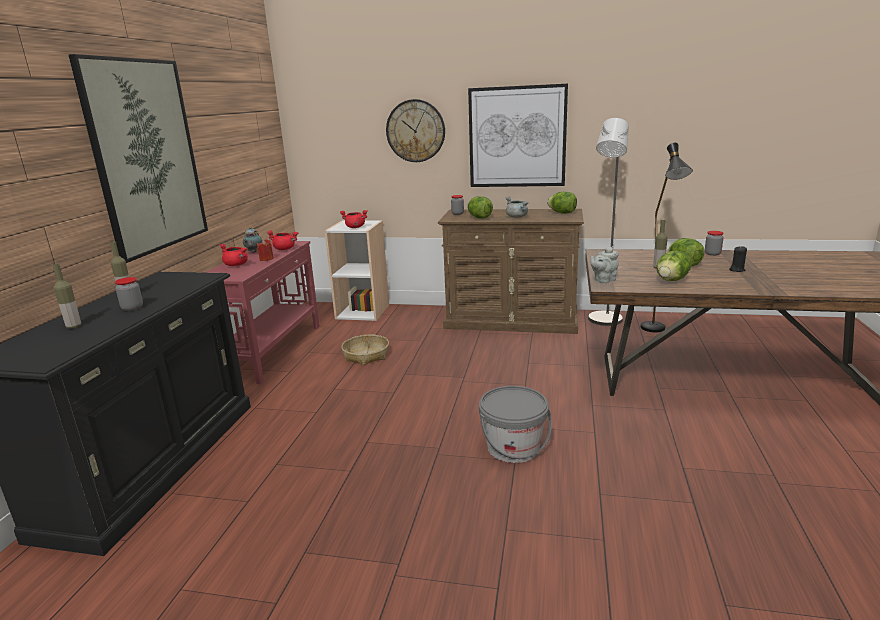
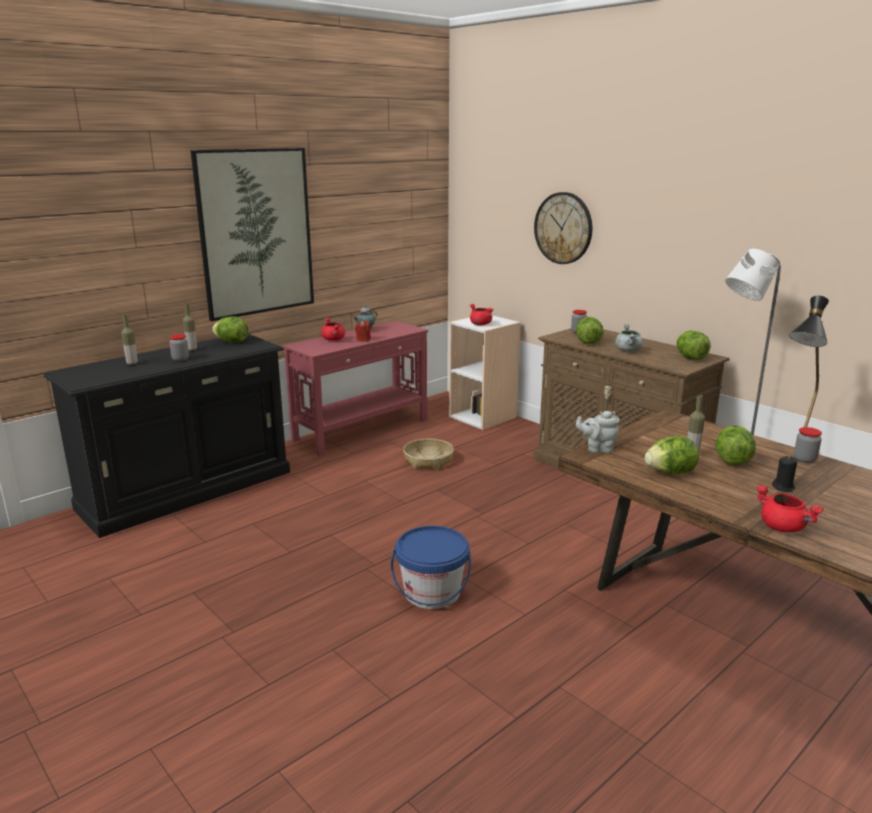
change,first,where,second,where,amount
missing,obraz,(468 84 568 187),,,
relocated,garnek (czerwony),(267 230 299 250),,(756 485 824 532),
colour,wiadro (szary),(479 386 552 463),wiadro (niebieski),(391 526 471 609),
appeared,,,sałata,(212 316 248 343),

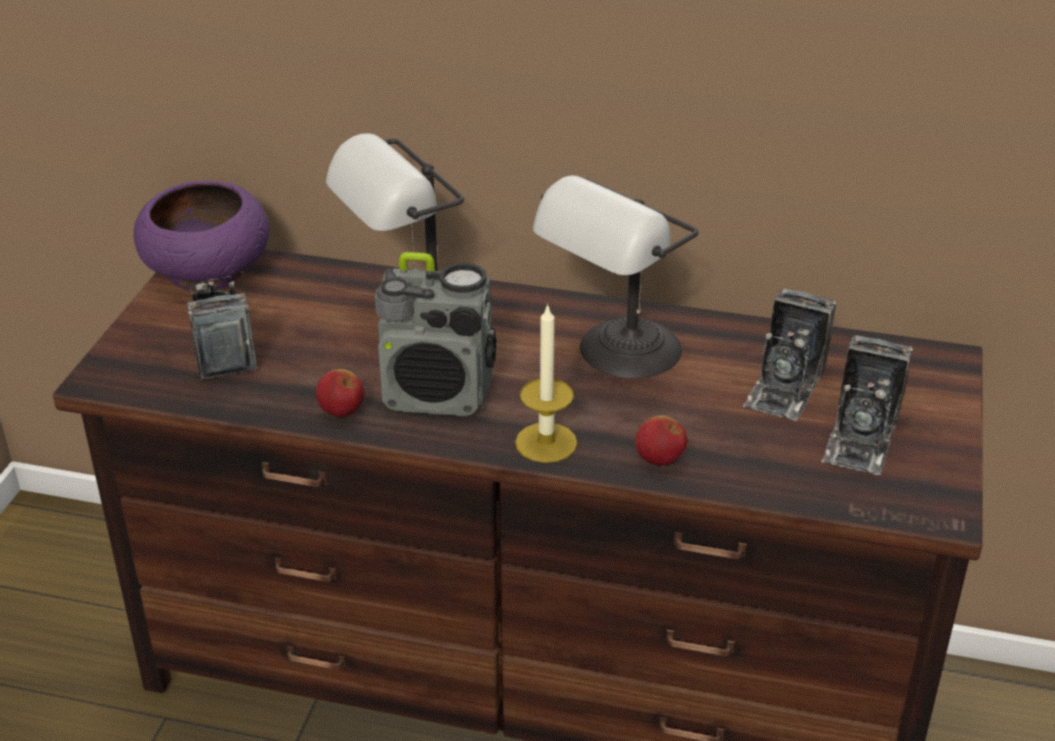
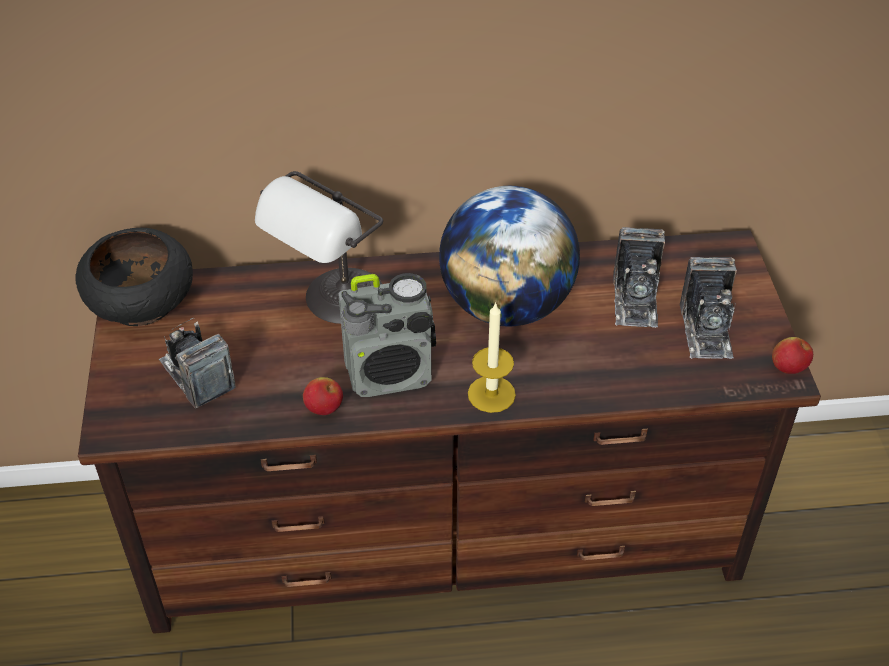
change,first,where,second,where,amount
exchanged,lampa stołowa,(533 176 699 379),globus,(439 186 580 326),
colour,miska (fioletowy),(134 181 269 290),miska (czarny),(75 228 193 326),
relocated,jabłko,(635 416 688 466),,(772 337 813 374),

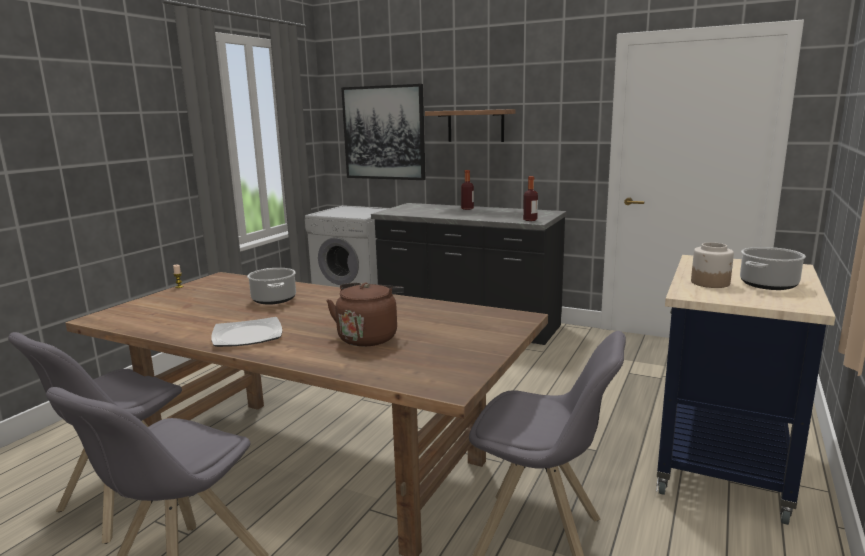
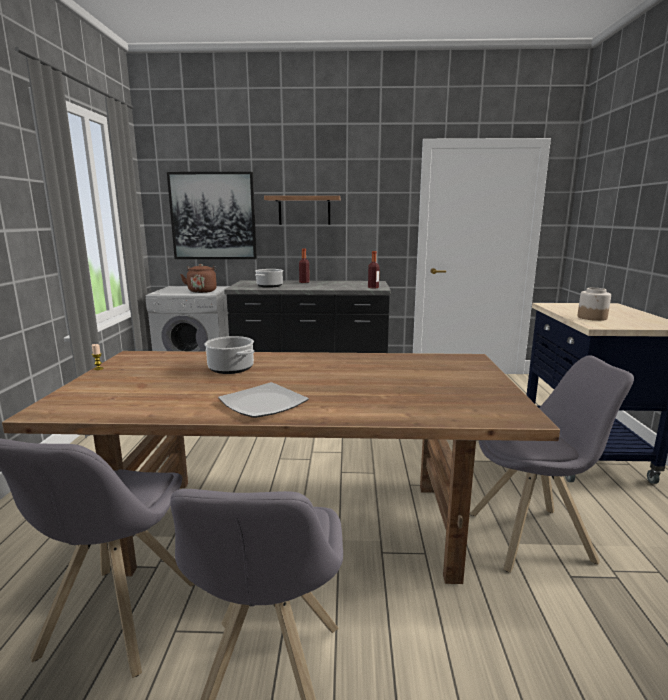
change,first,where,second,where,amount
relocated,garnek,(740 247 806 290),,(255 269 283 288),
relocated,czajnik (brązowy),(326 283 404 347),,(180 264 217 293),

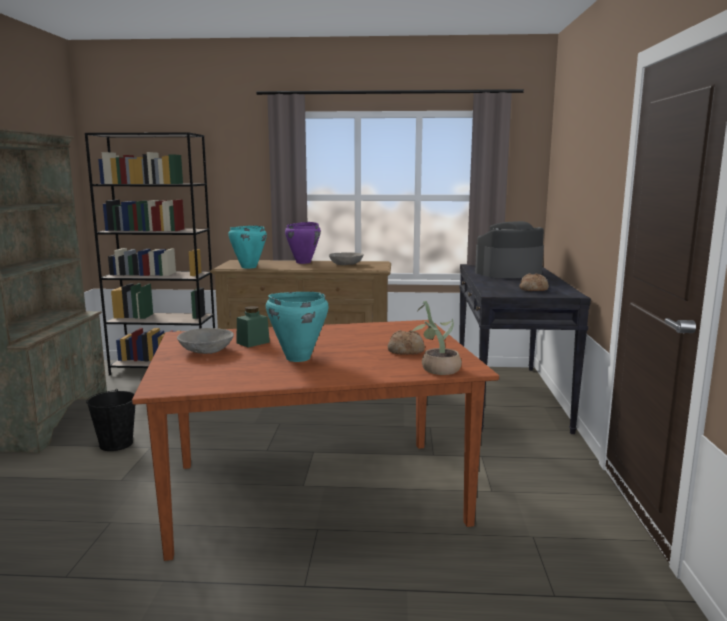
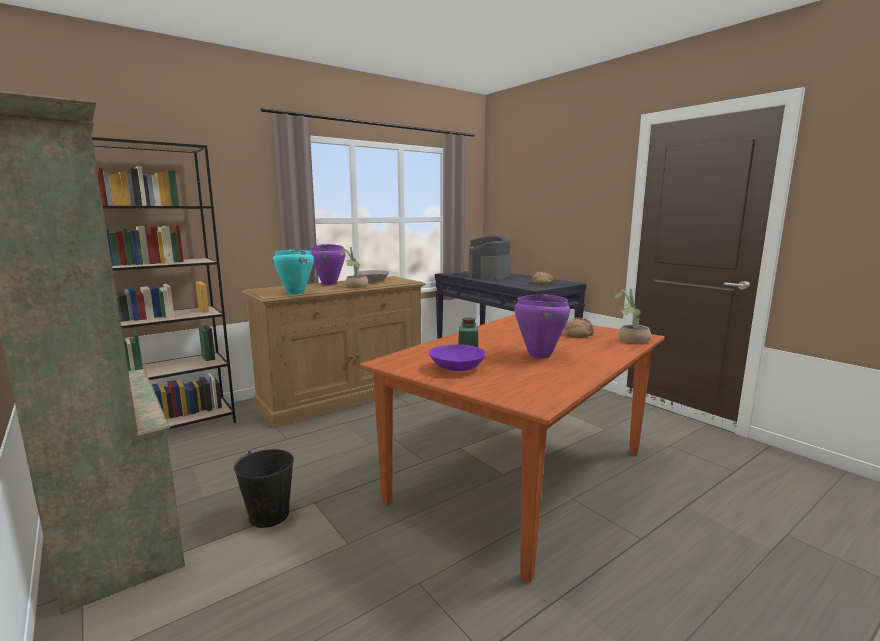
change,first,where,second,where,amount
colour,garnek (turkusowy),(266 292 329 362),garnek (fioletowy),(514 294 570 359),
colour,miska (szary),(177 328 234 354),miska (fioletowy),(429 344 486 371),
appeared,,,roślina doniczkowa,(340 247 368 288),

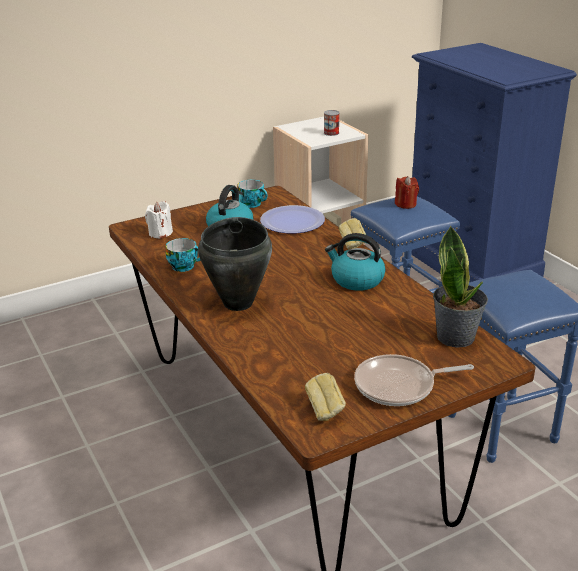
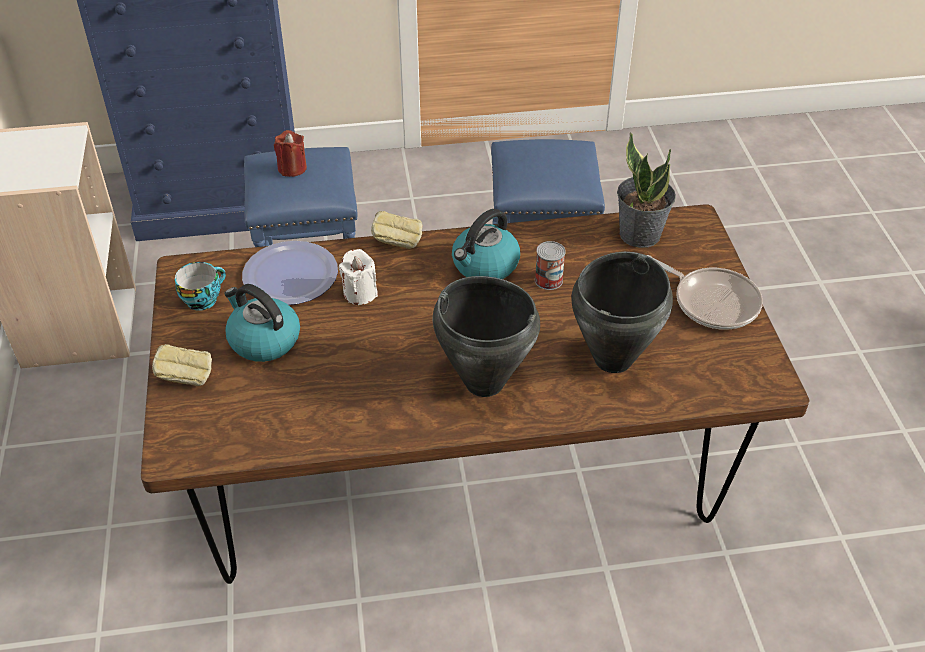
change,first,where,second,where,amount
relocated,puszka,(324 110 340 136),,(535 241 566 290),
relocated,świeca (biały),(145 201 173 239),,(339 249 378 305),
missing,filiżanka,(165 238 201 272),,,
spun,patelnia,(354 354 474 406),,(646 255 763 330),60 degrees counterclockwise
relocated,chleb,(305 373 346 421),,(152 344 212 386),
appeared,,,garnek (czarny),(571 252 673 373),

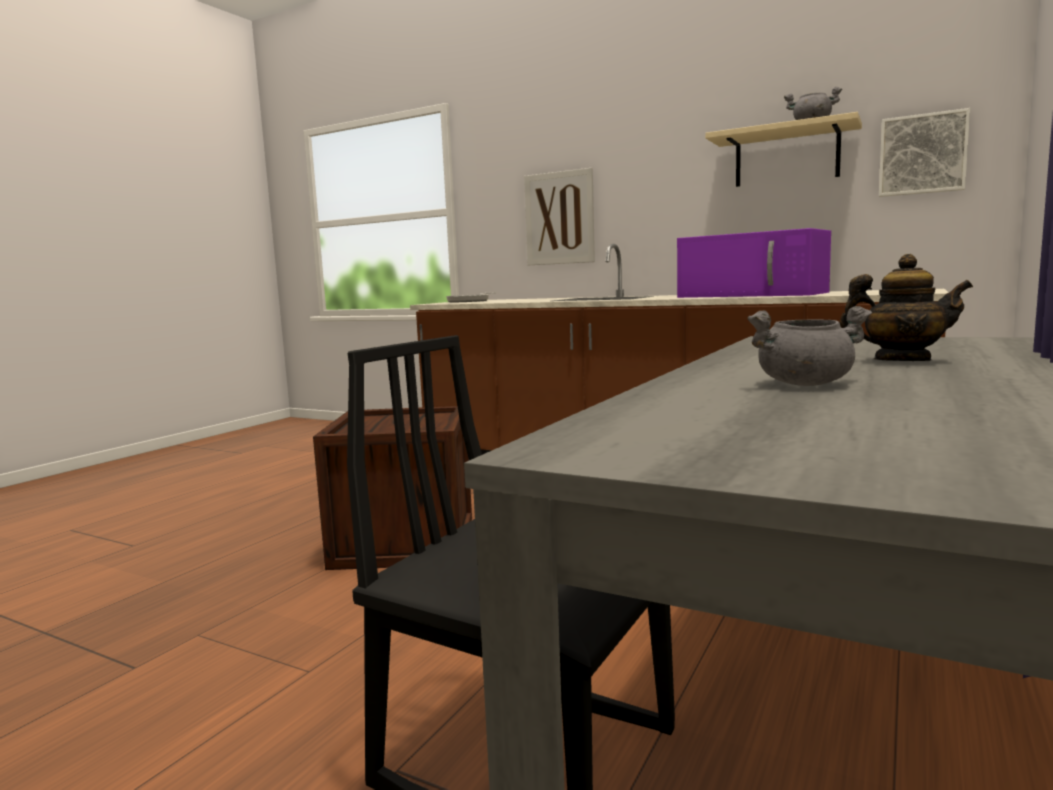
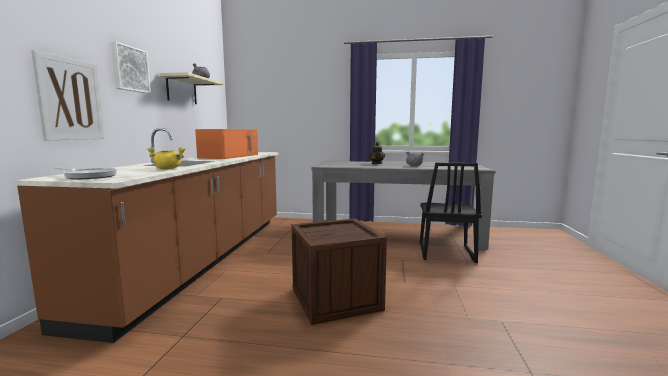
change,first,where,second,where,amount
relocated,obraz,(879 108 970 197),,(111 41 151 93),
colour,mikrofalówka (fioletowy),(677 228 831 298),mikrofalówka (pomarańczowy),(195 129 258 159),
appeared,,,garnek (żółty),(147 147 186 169),

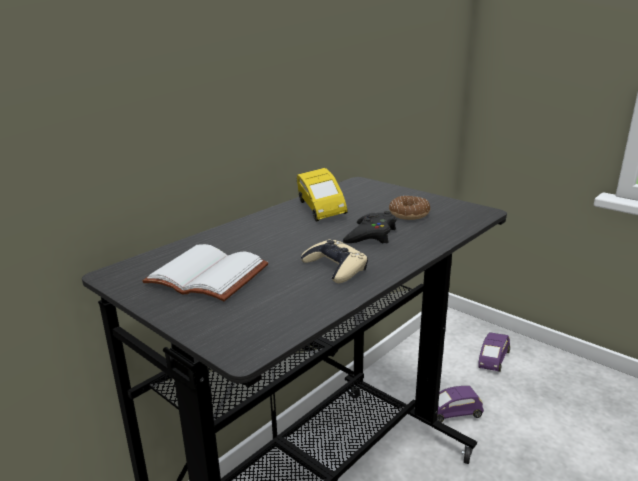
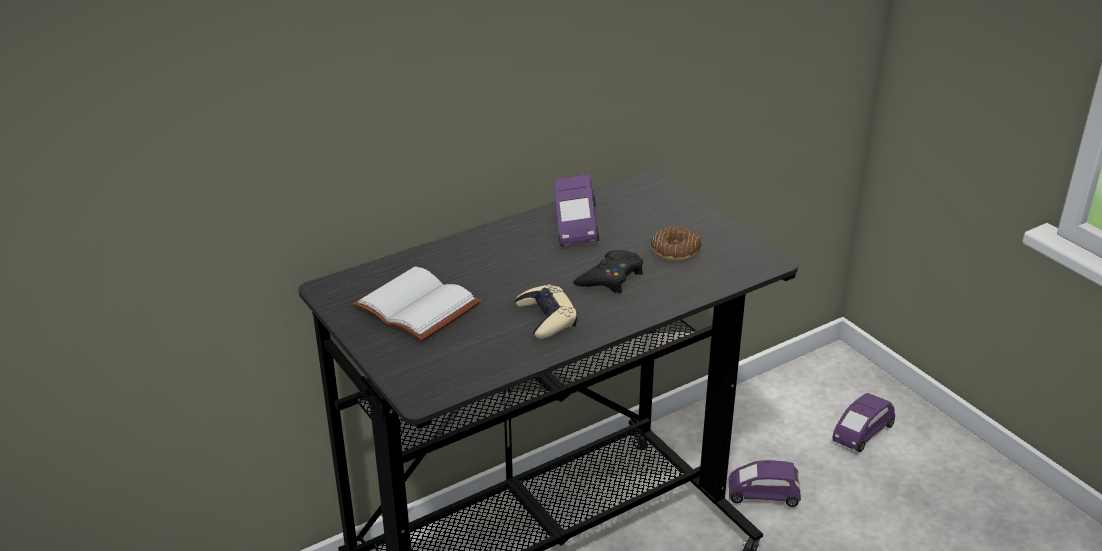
change,first,where,second,where,amount
colour,samochodzik (żółty),(297 168 347 222),samochodzik (fioletowy),(554 174 599 246),

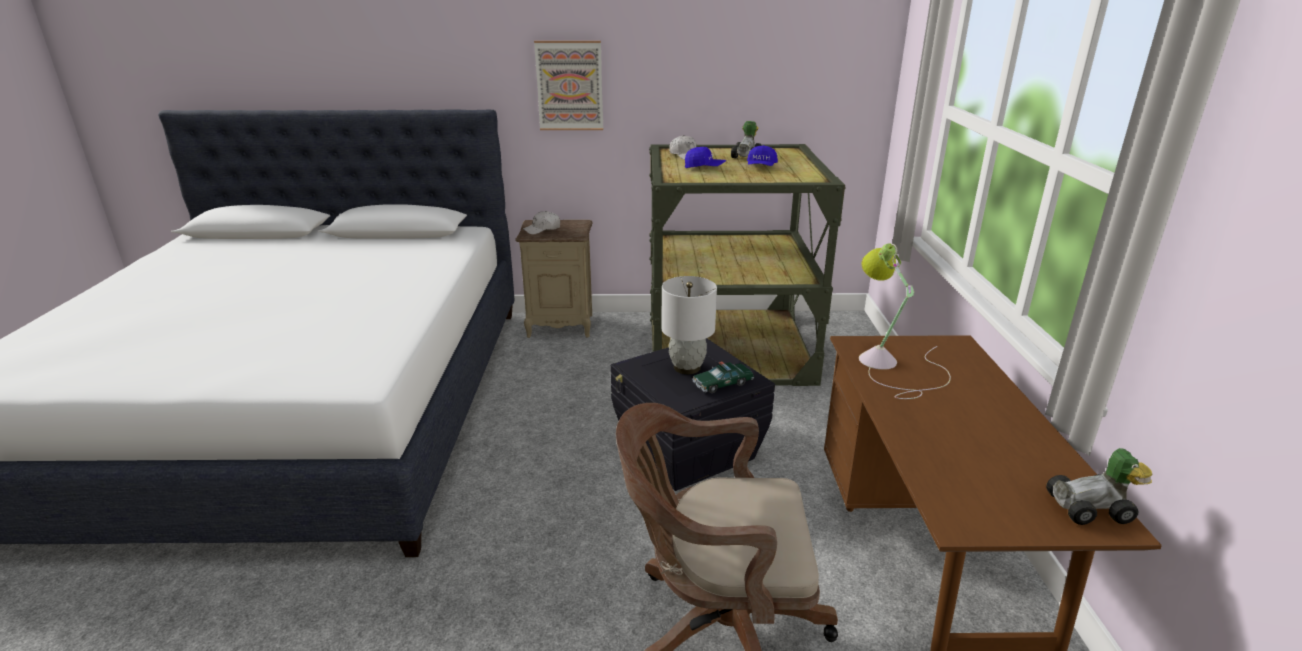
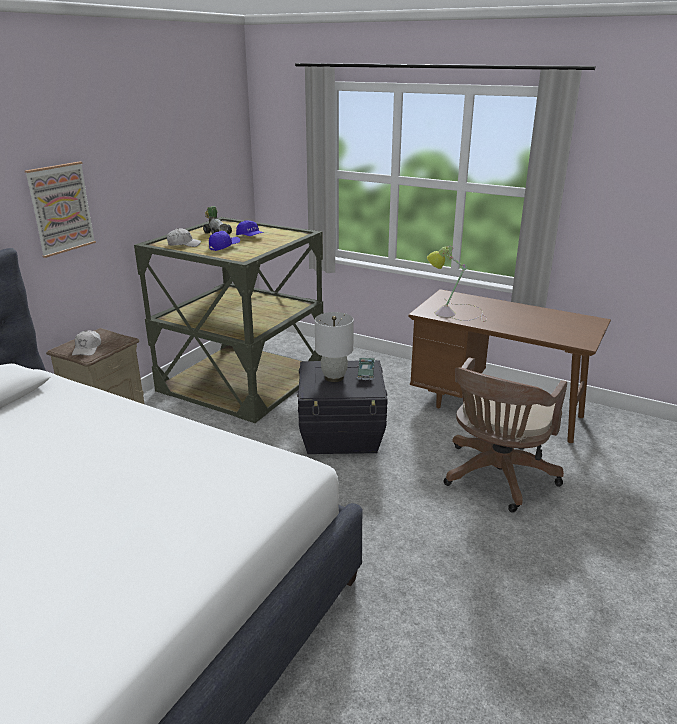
change,first,where,second,where,amount
missing,samochodzik,(1046 448 1152 525),,,

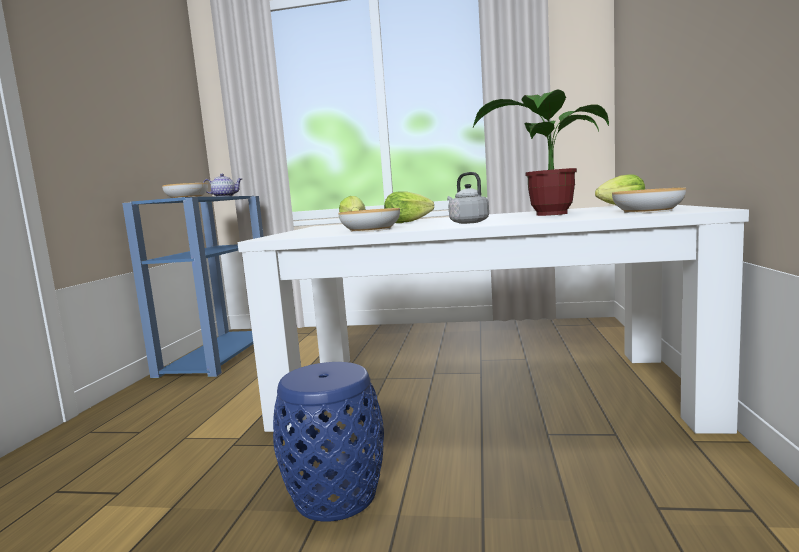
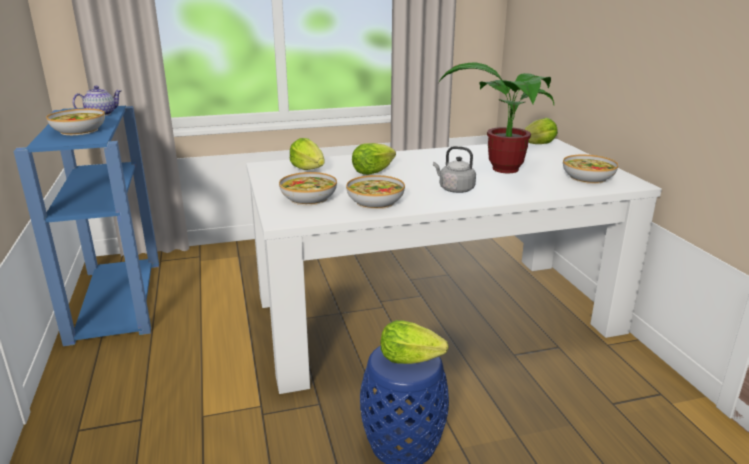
change,first,where,second,where,amount
appeared,,,miska,(279 172 337 205),
appeared,,,sałata,(381 320 449 364),

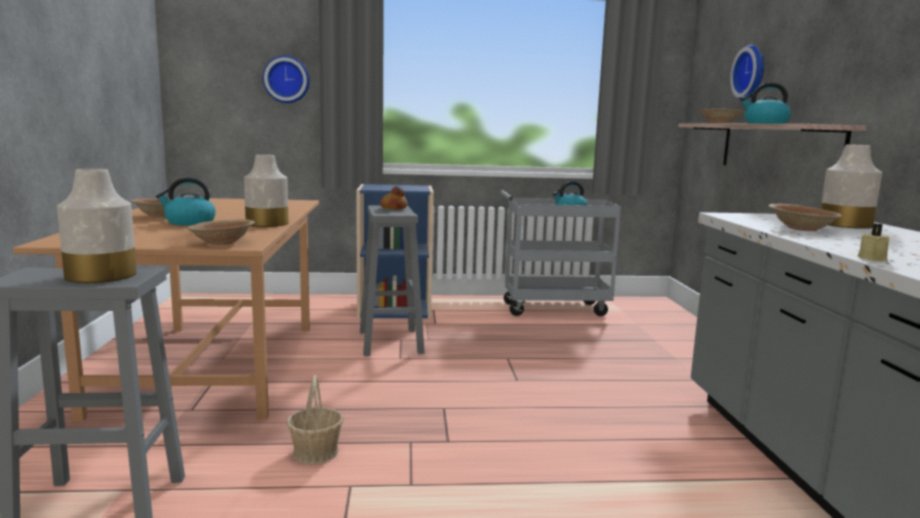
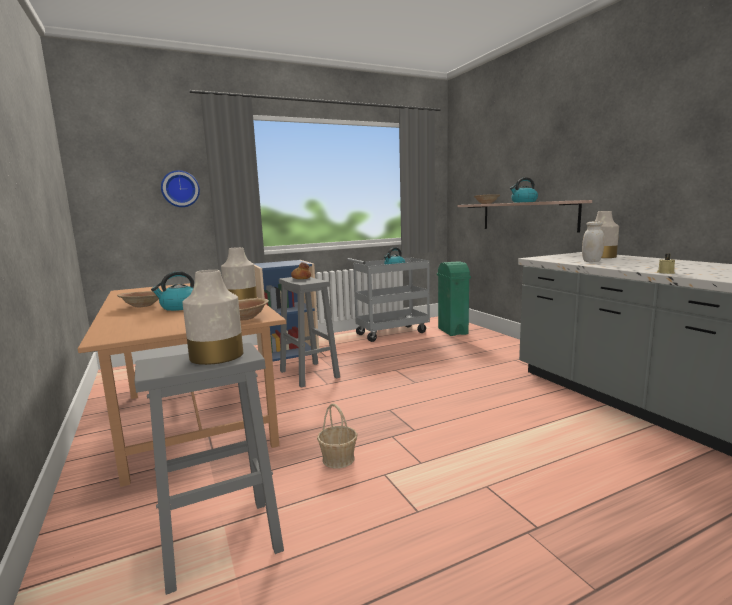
change,first,where,second,where,amount
missing,zegar ścienny,(730 45 764 99),,,
exchanged,miska (brązowy),(768 204 842 231),słoik (biały),(582 221 604 262),
appeared,,,kosz na śmieci (zielony),(437 261 471 336),

